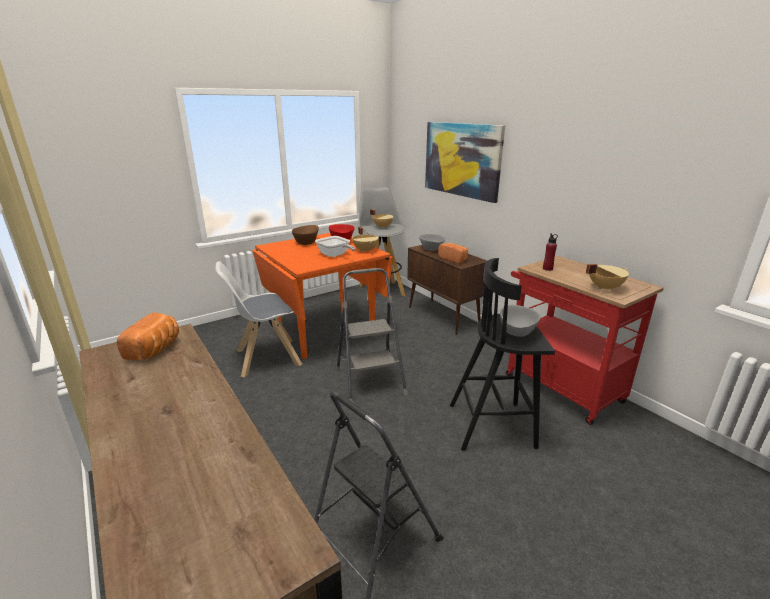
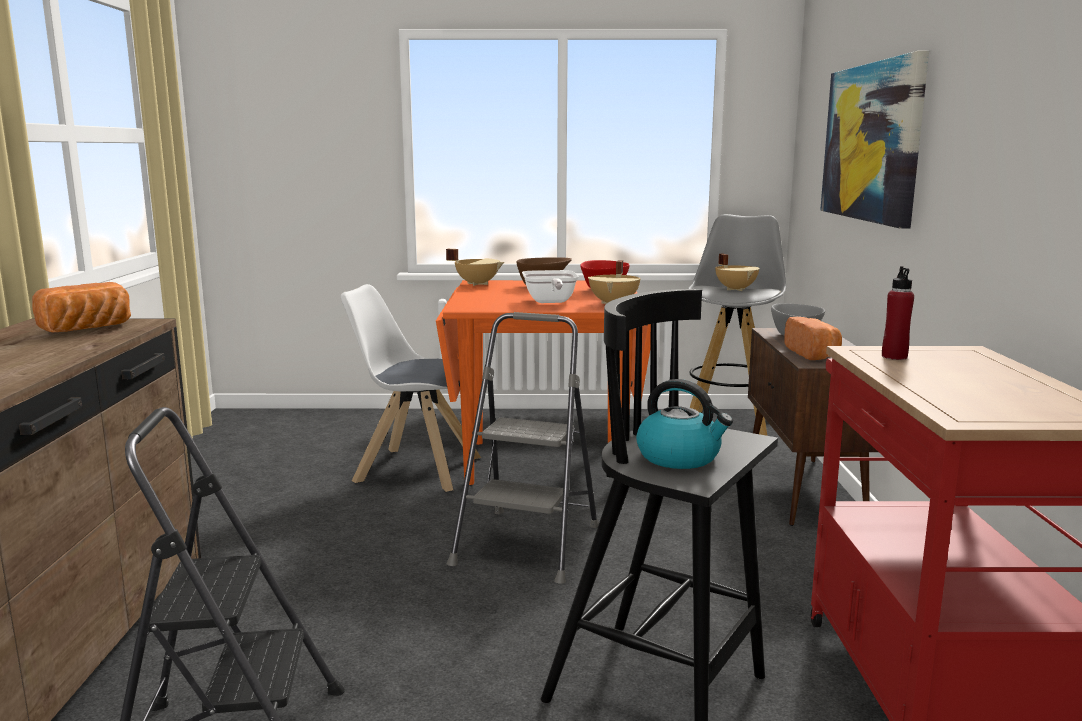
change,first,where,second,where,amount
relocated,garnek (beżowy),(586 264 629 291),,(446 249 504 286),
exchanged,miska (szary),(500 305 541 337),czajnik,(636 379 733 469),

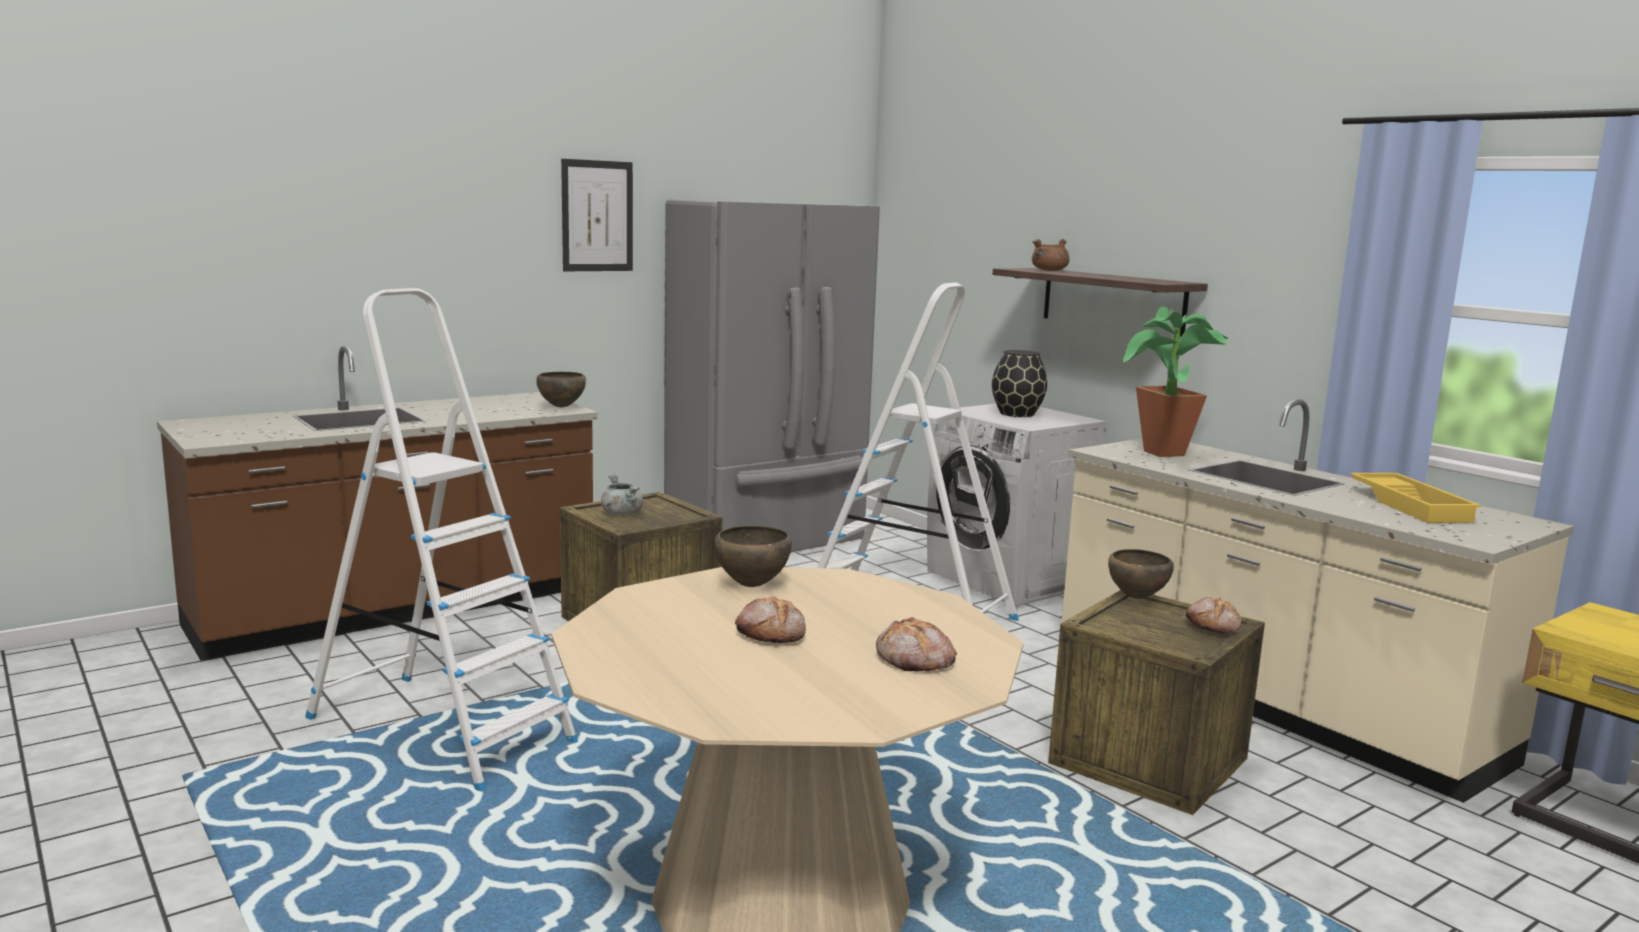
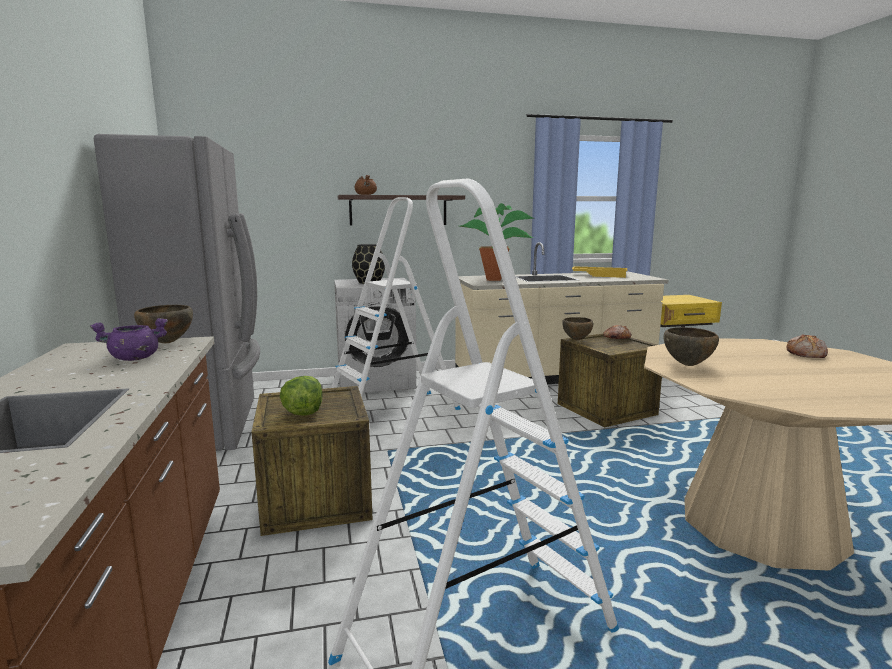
change,first,where,second,where,amount
missing,obraz,(561 159 633 271),,,
exchanged,garnek (szary),(601 474 643 516),sałata,(280 376 323 416),
missing,chleb,(735 596 806 643),,,
appeared,,,garnek (fioletowy),(90 318 168 361),

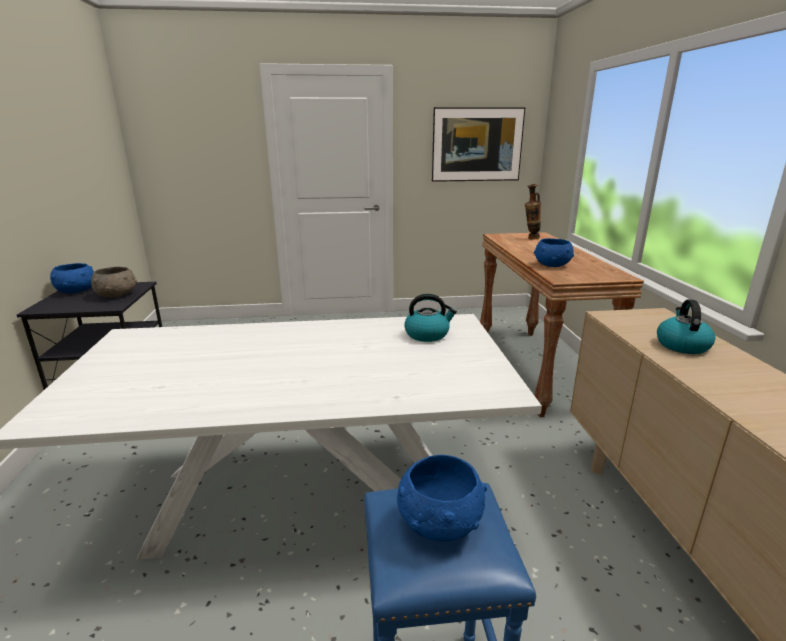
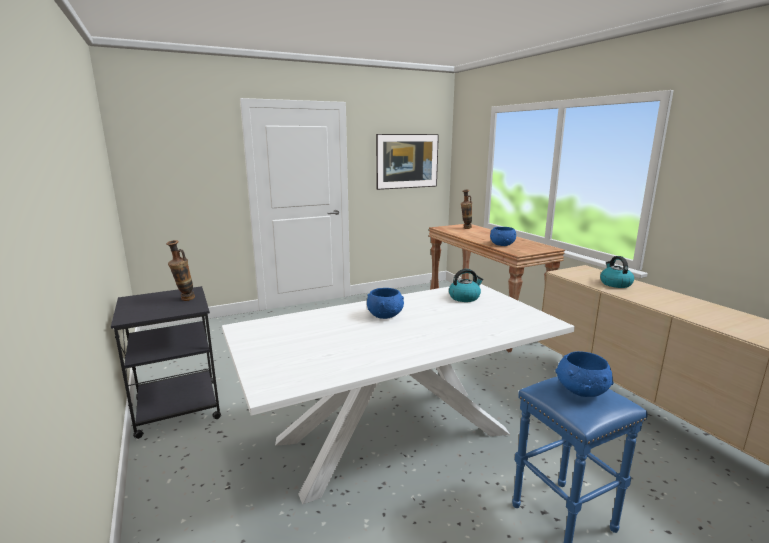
change,first,where,second,where,amount
relocated,miska (niebieski),(50 263 94 294),,(367 288 404 319),
exchanged,miska (szary),(91 267 137 298),wazon,(166 240 195 301),

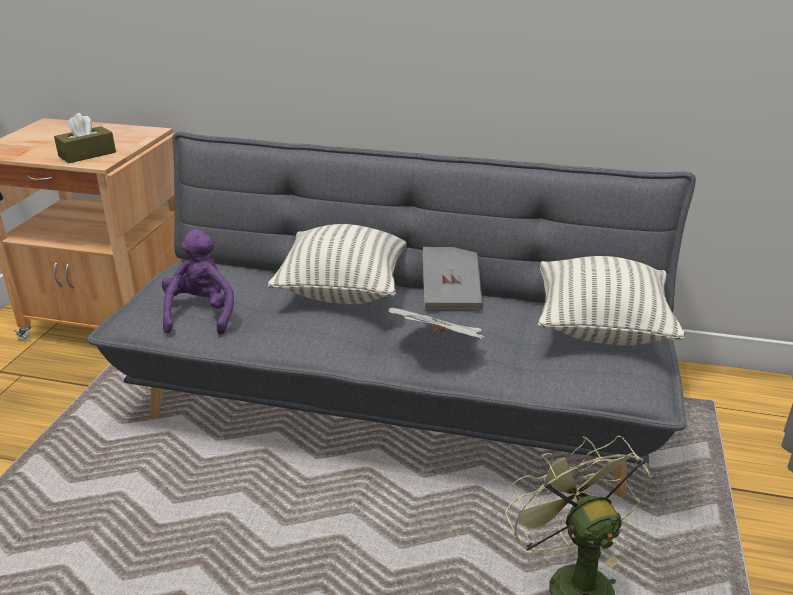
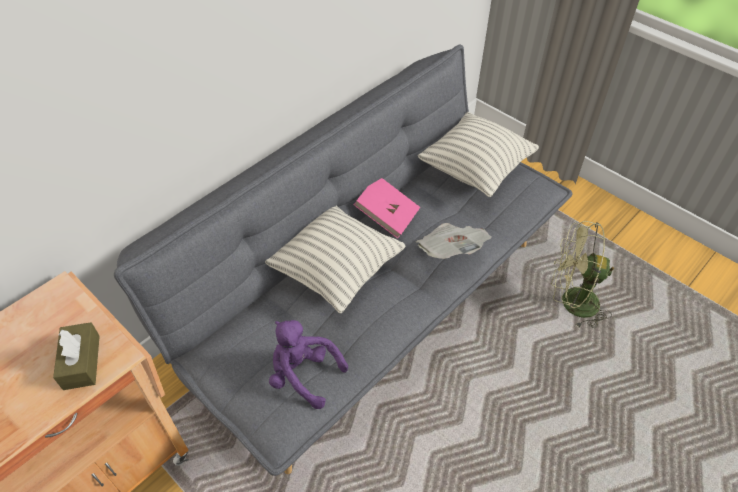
change,first,where,second,where,amount
colour,książka (szary),(423 247 483 310),książka (różowy),(354 178 420 239),

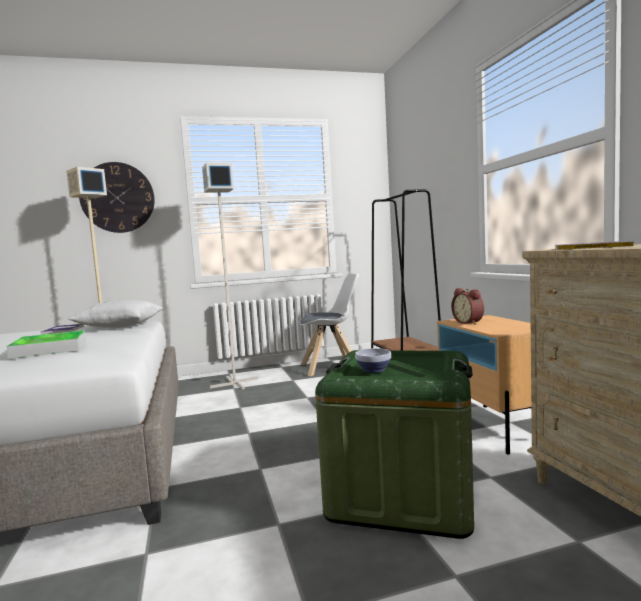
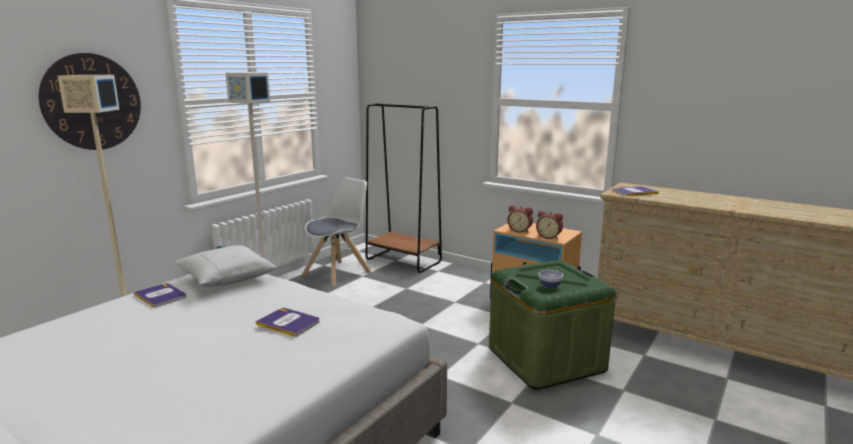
change,first,where,second,where,amount
exchanged,taca,(7 330 86 359),książka,(256 308 320 337),
appeared,,,budzik,(536 210 563 239),

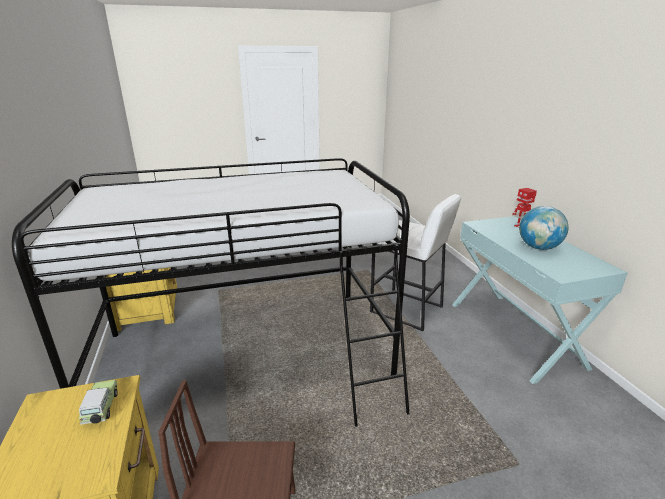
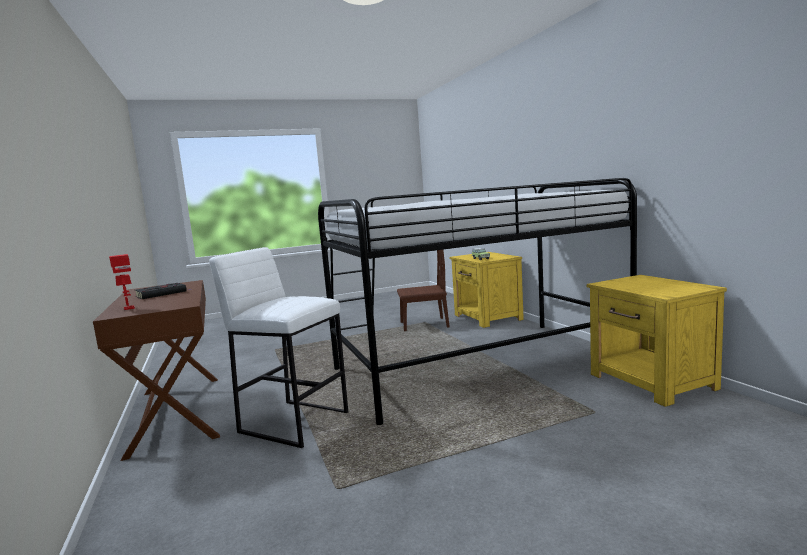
change,first,where,second,where,amount
exchanged,globus,(519 206 568 250),książka (czarny),(135 283 192 299),
colour,biurko (turkusowy),(452 216 628 384),biurko (brązowy),(93 280 220 461),

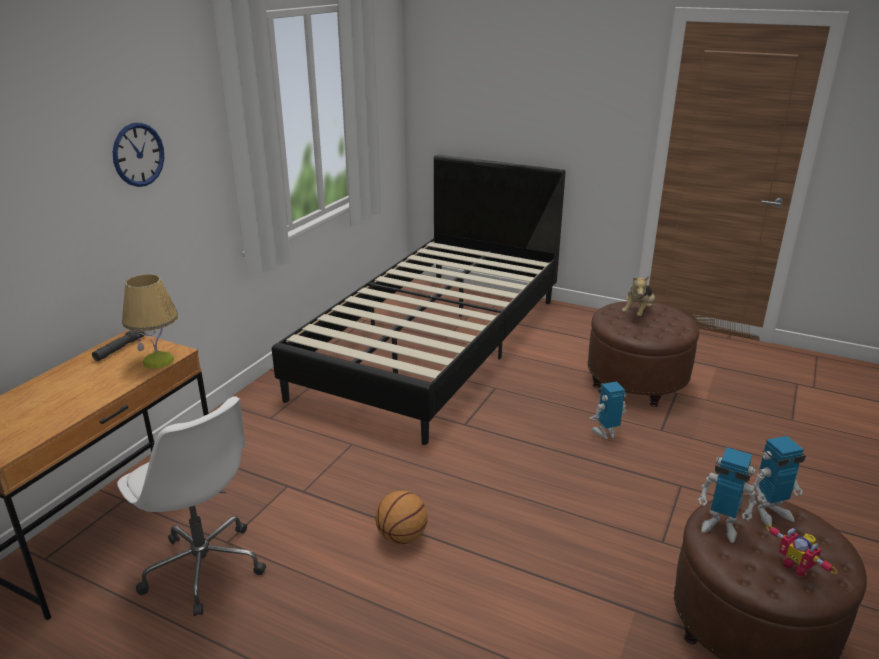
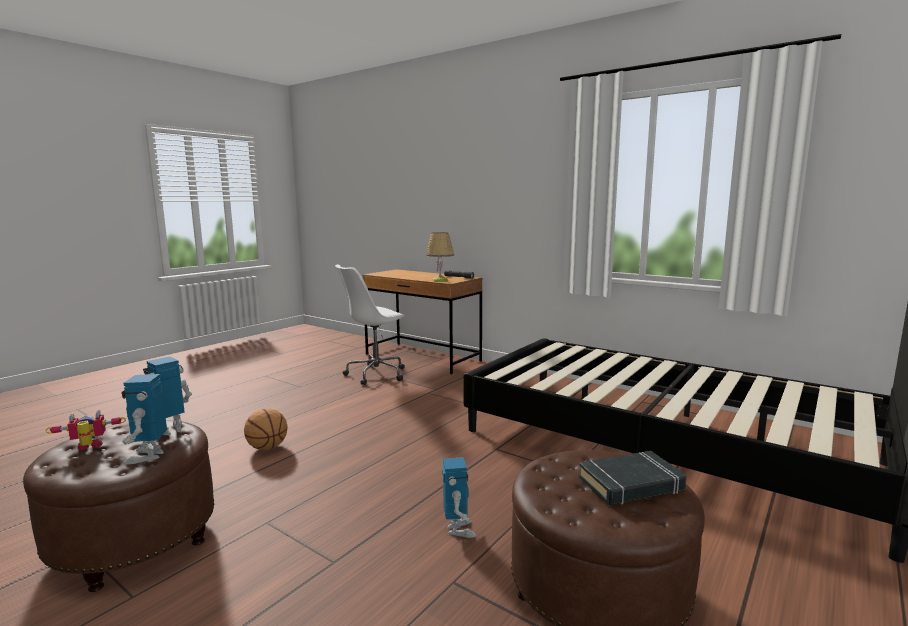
change,first,where,second,where,amount
missing,zegar ścienny,(113 123 164 187),,,
exchanged,pluszak,(622 276 655 317),książka (czarny),(579 451 686 505),
relocated,piłka do koszykówki,(375 491 428 544),,(244 408 288 450),

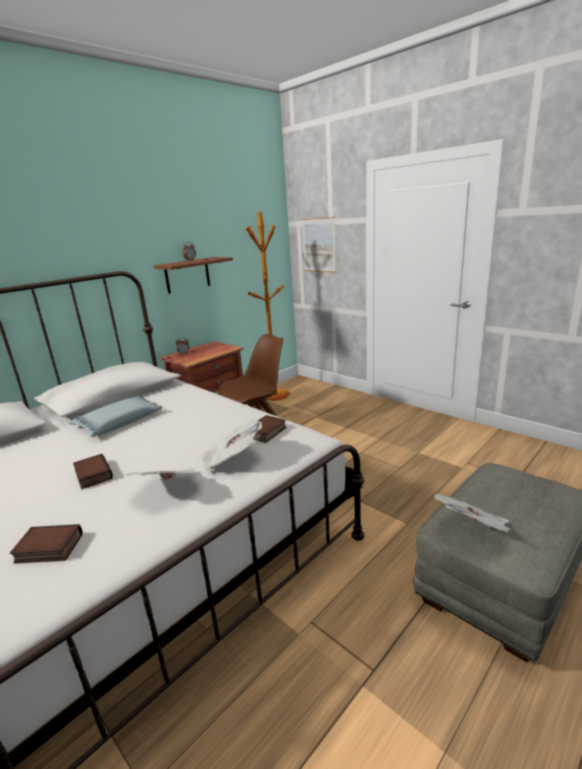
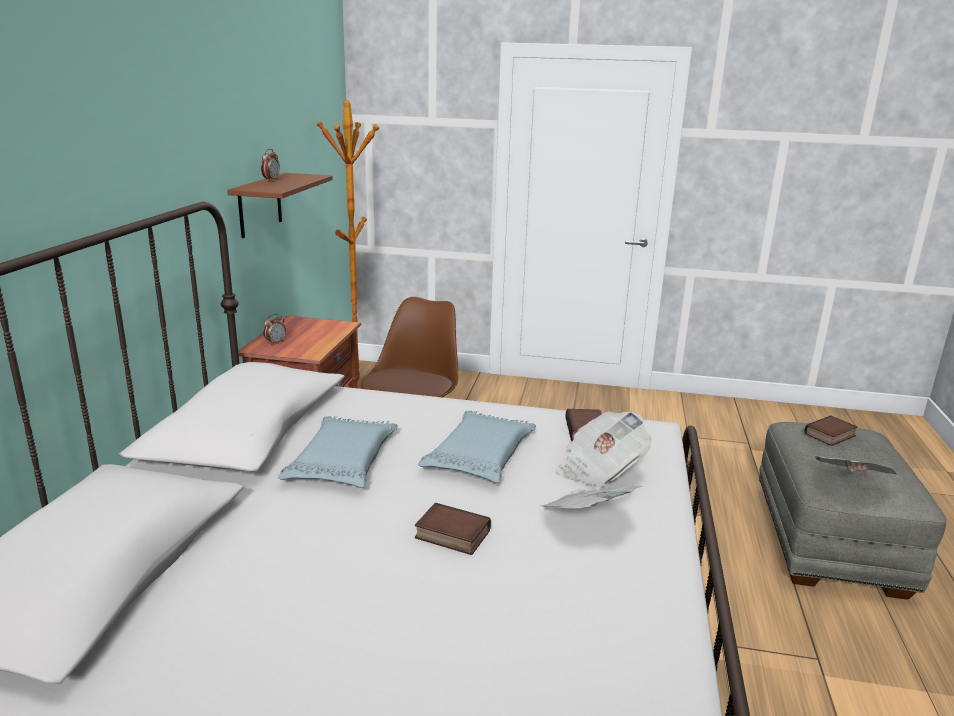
change,first,where,second,where,amount
missing,obraz,(302 217 336 273),,,
relocated,książka,(10 524 83 563),,(804 416 858 446),
appeared,,,poduszka (niebieski),(418 411 536 483),

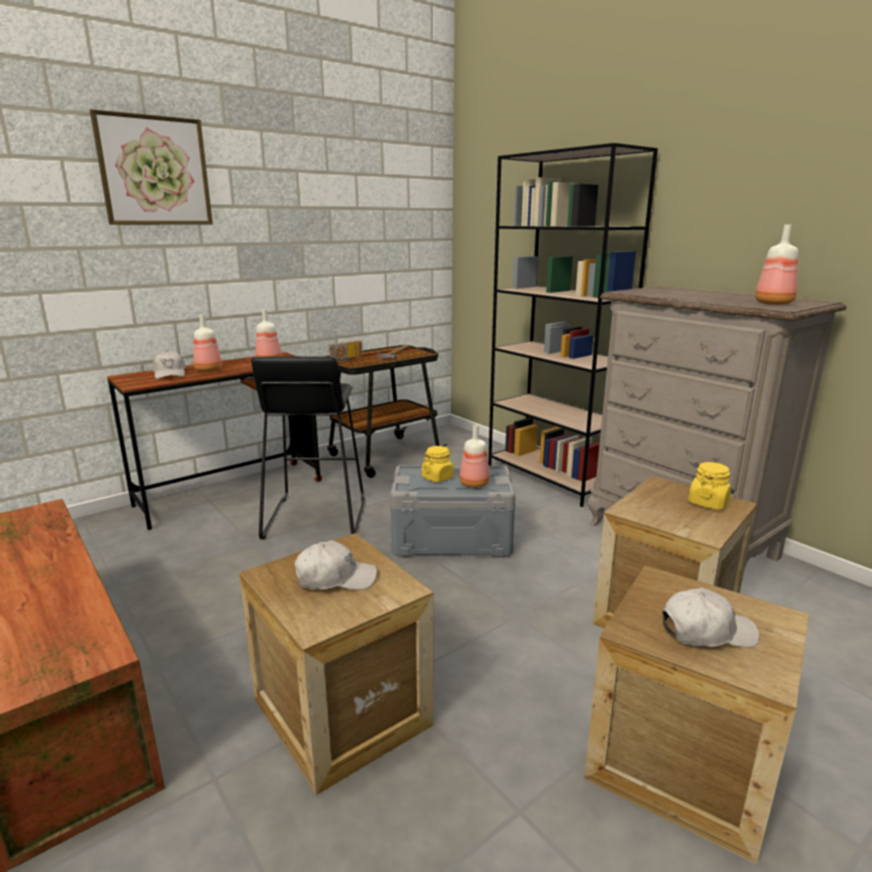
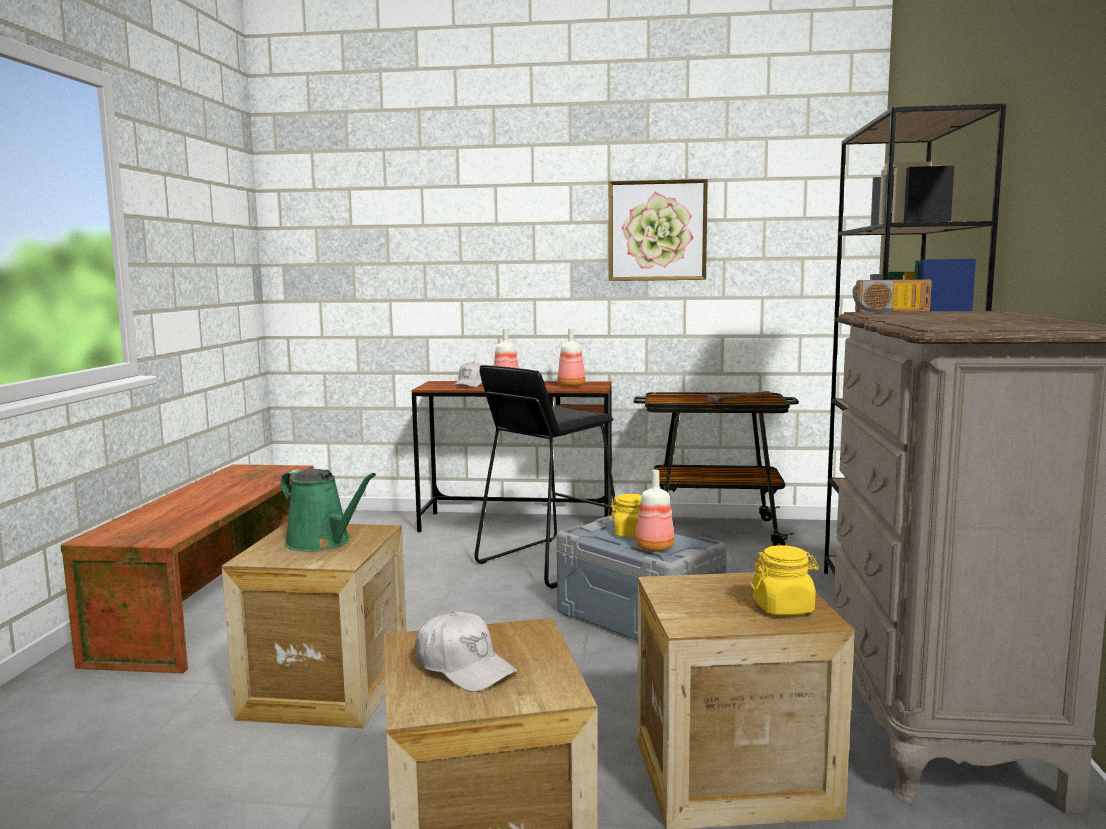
change,first,where,second,where,amount
relocated,obraz,(90 109 213 225),,(609 179 708 281),
missing,butelka,(755 225 798 305),,,
relocated,radio,(329 340 363 361),,(853 279 932 313),
exchanged,czapka z daszkiem (biały),(295 541 377 590),konewka (zielony),(280 468 376 552),

